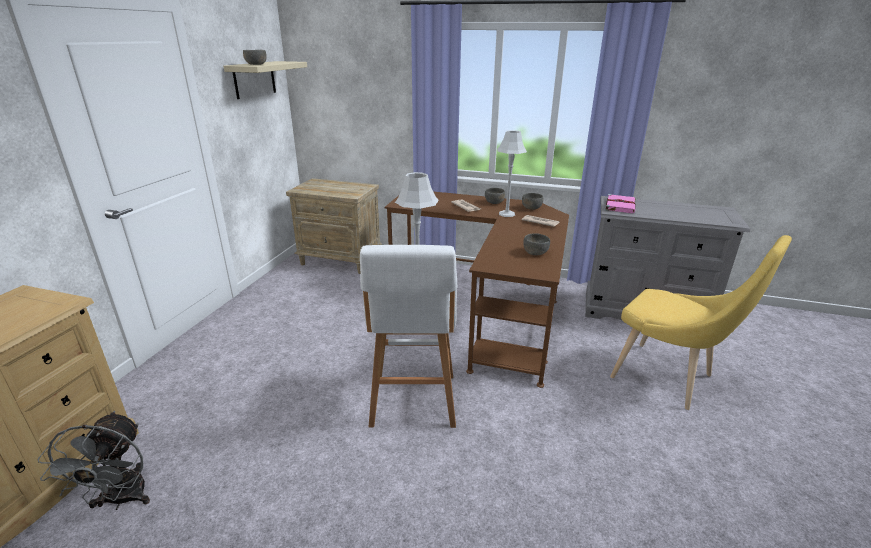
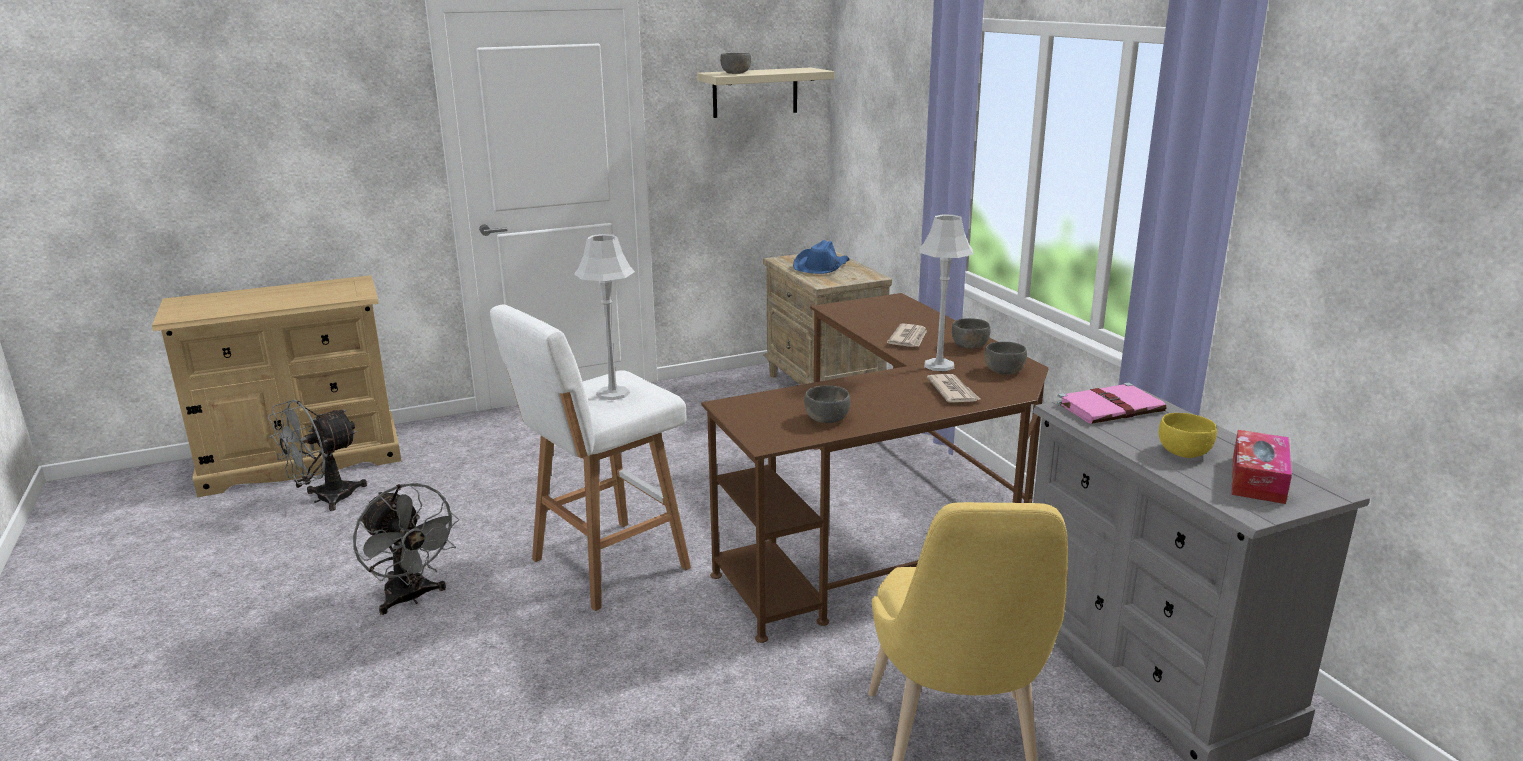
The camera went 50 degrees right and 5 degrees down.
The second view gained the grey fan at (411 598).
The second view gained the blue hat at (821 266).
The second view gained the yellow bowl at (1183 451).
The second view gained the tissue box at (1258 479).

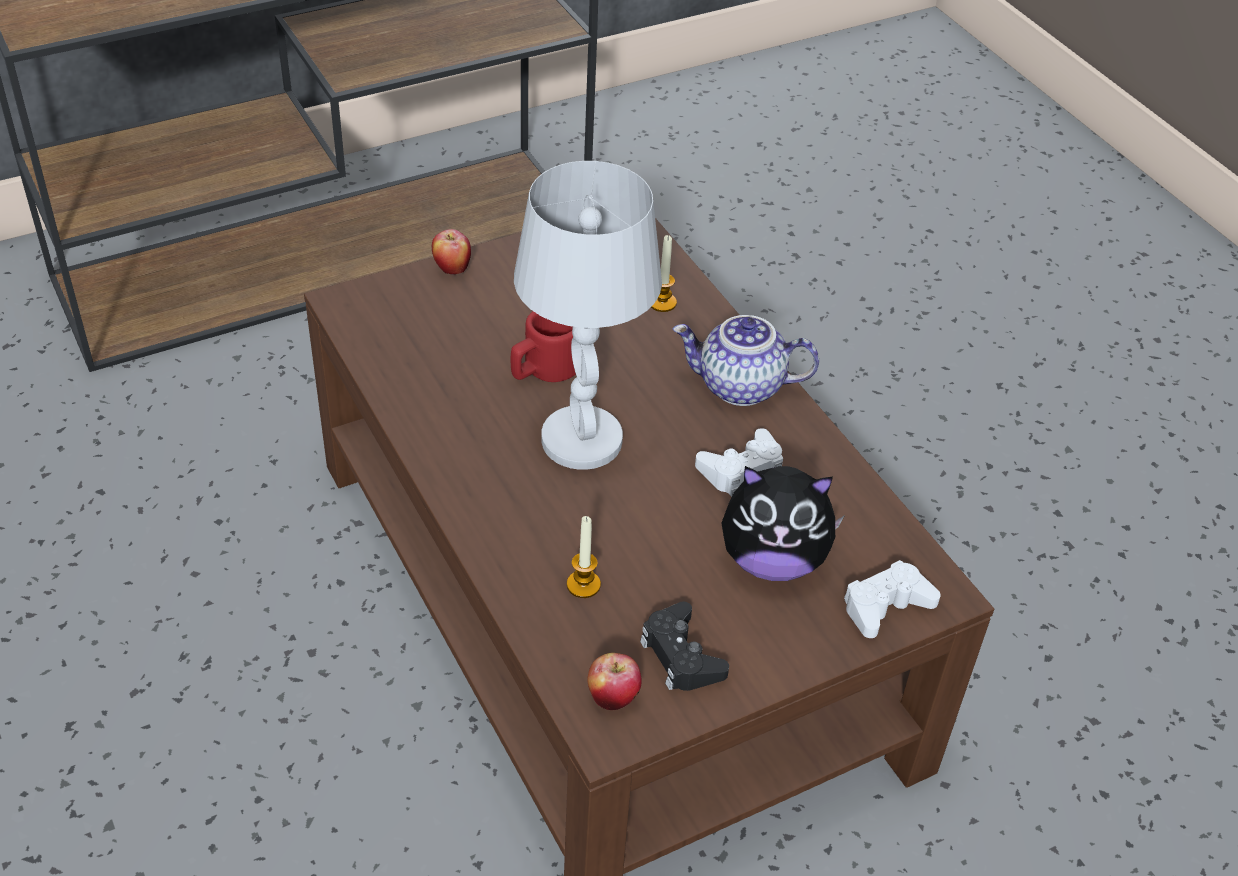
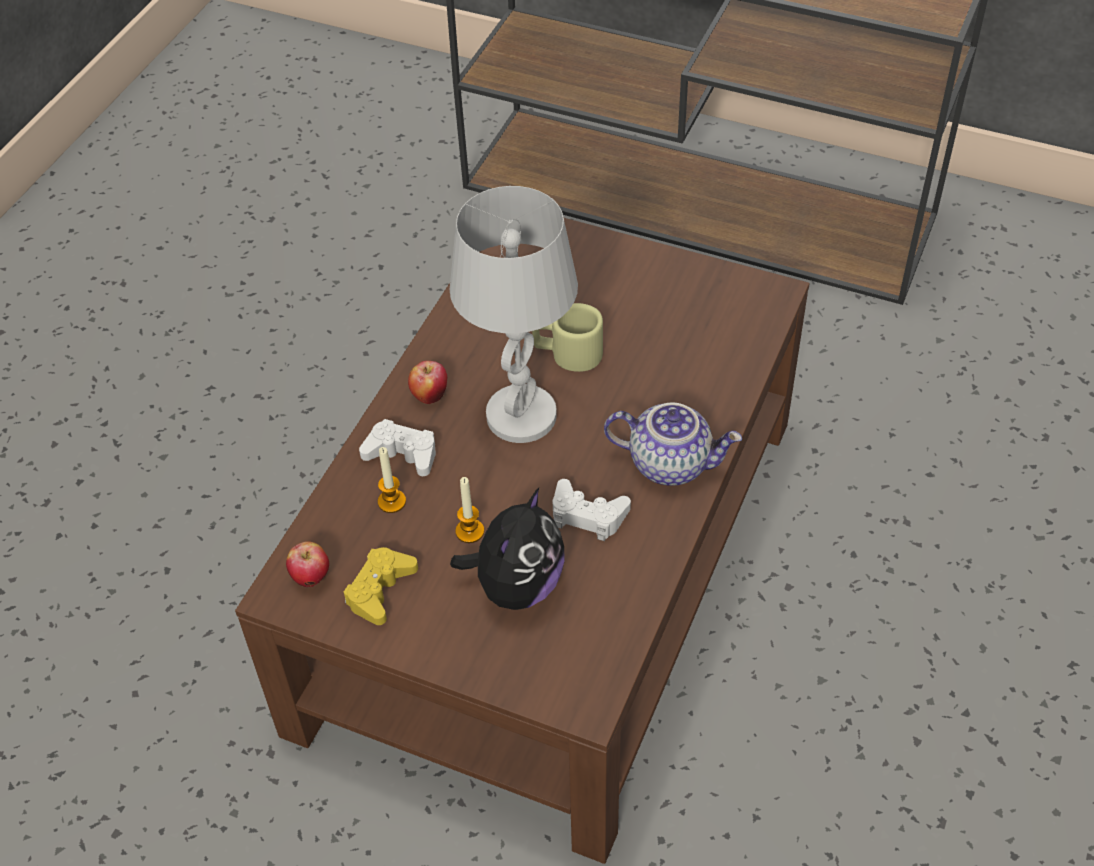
The camera went 55 degrees right and 5 degrees up.
The apple ended up elsewhere, having gone from (451 269) to (429 395).
What was the red mug at (544 369) turned into the beige mug at (567 353).
What was the black game controller at (681 655) turned into the yellow game controller at (380 590).
The candle ended up elsewhere, having gone from (662 303) to (469 531).
The teapot at (739 387) ended up facing another way, 135 degrees clockwise from before.
The plush toy at (772 560) ended up facing another way, 120 degrees counterclockwise from before.
The white game controller ended up elsewhere, having gone from (886 606) to (402 453).

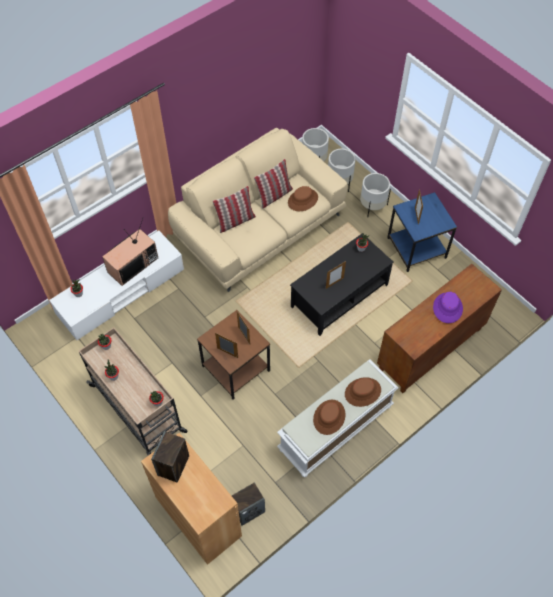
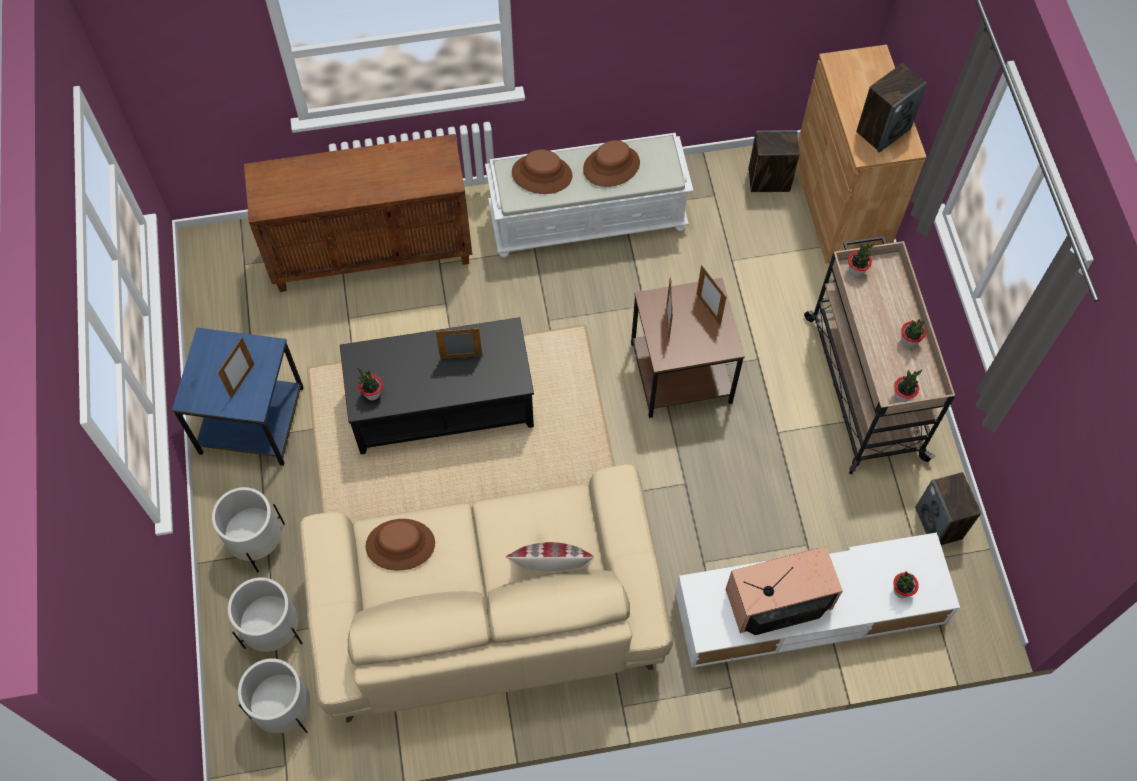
The camera went 150 degrees left and 5 degrees up.
The second view lost the pillow at (274 196).
The second view lost the purple hat at (447 308).
The second view gained the speaker at (939 523).

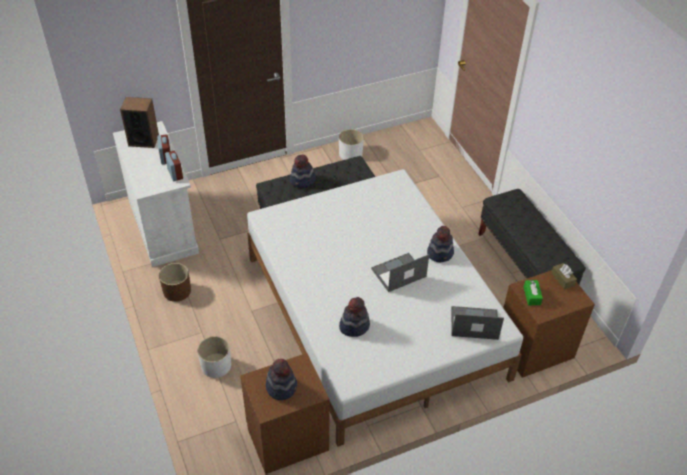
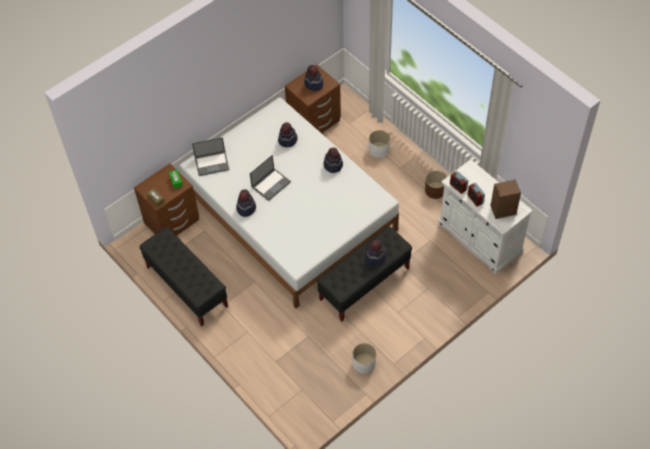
The camera went 165 degrees right and 10 degrees up.
The second view gained the hat at (333 165).

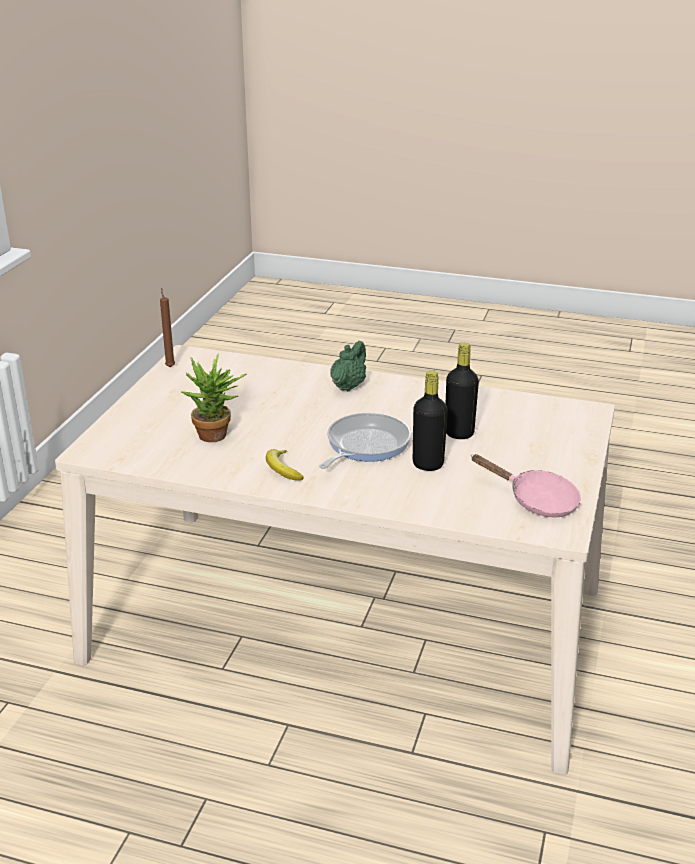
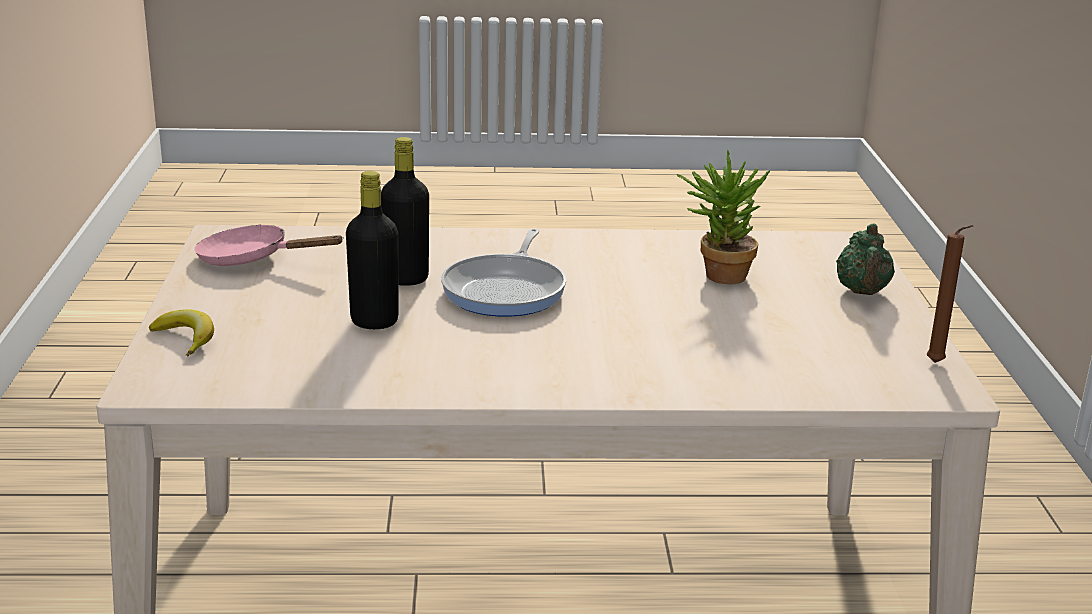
The camera went 160 degrees right and 5 degrees down.
The banana ended up elsewhere, having gone from (282 469) to (186 339).
The green teapot ended up elsewhere, having gone from (348 386) to (862 292).

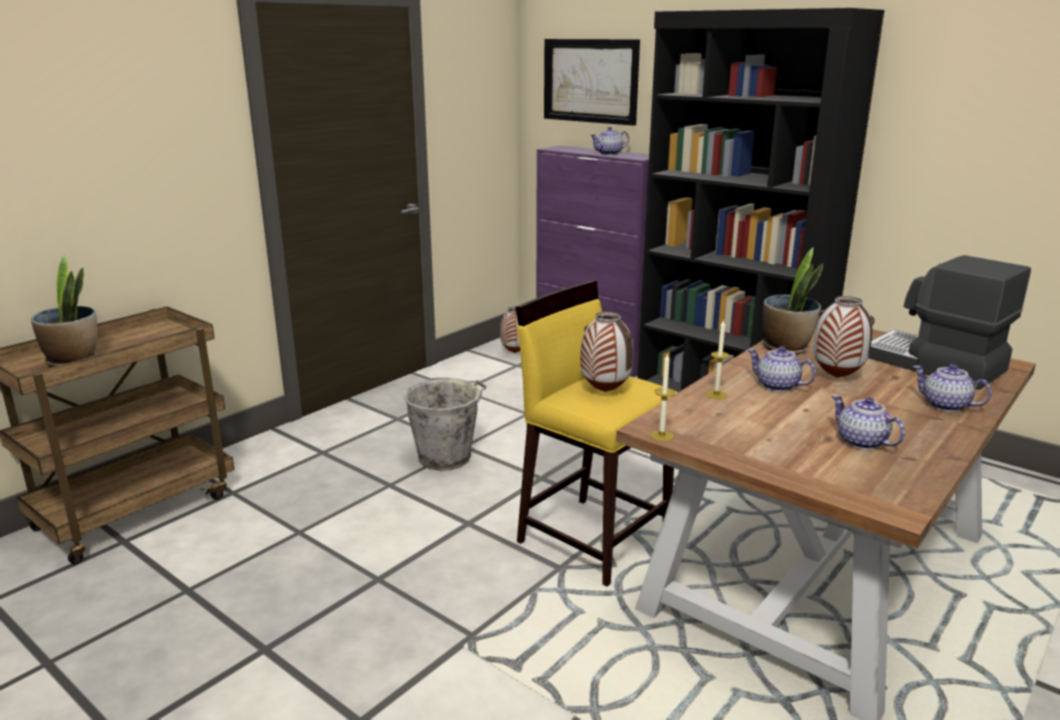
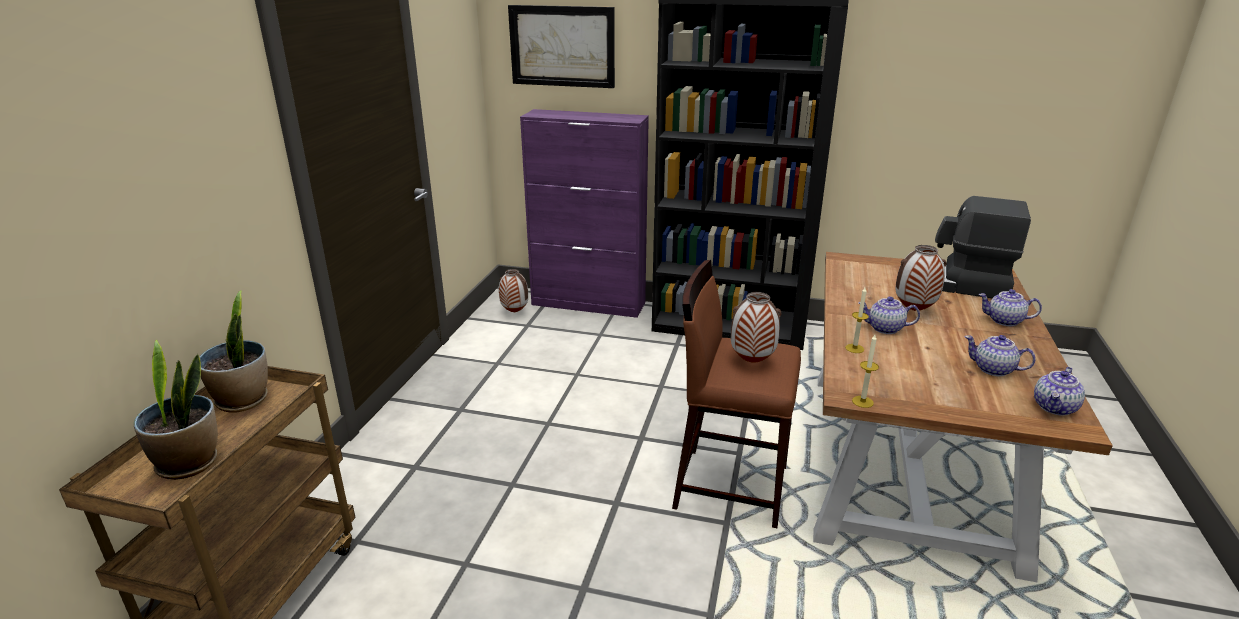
The camera went 25 degrees left and 5 degrees up.
The second view lost the grey bucket at (447 457).
What was the yellow stool at (593 539) turned into the brown stool at (730 486).
The teapot ended up elsewhere, having gone from (609 153) to (1055 408).
The potted plant ended up elsewhere, having gone from (786 348) to (243 400).

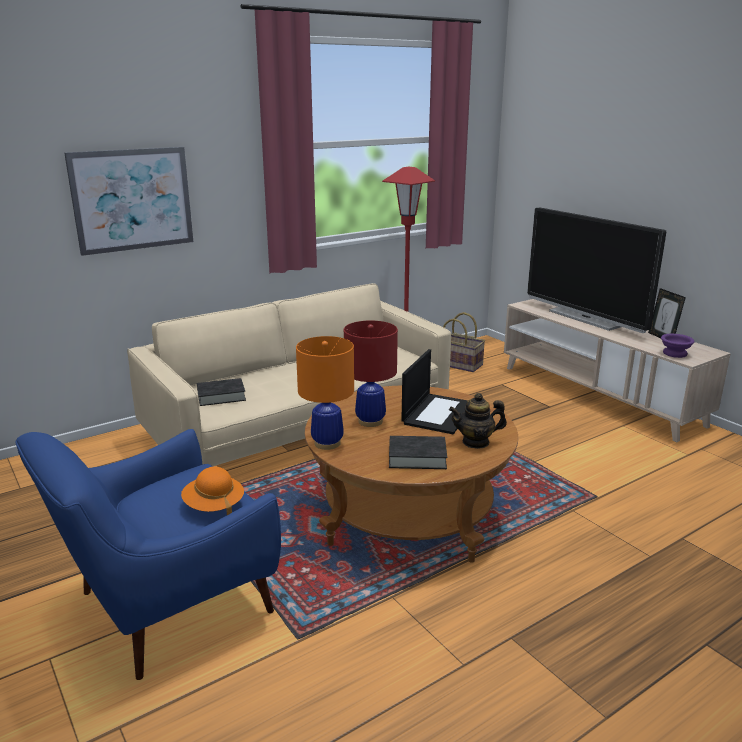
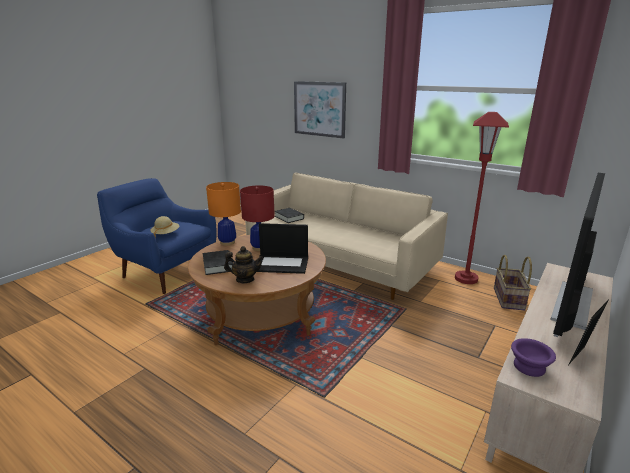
The camera went 70 degrees right and 0 degrees up.
What was the orange hat at (214 505) turned into the beige hat at (165 234).
The teapot at (476 442) ended up facing another way, 120 degrees clockwise from before.

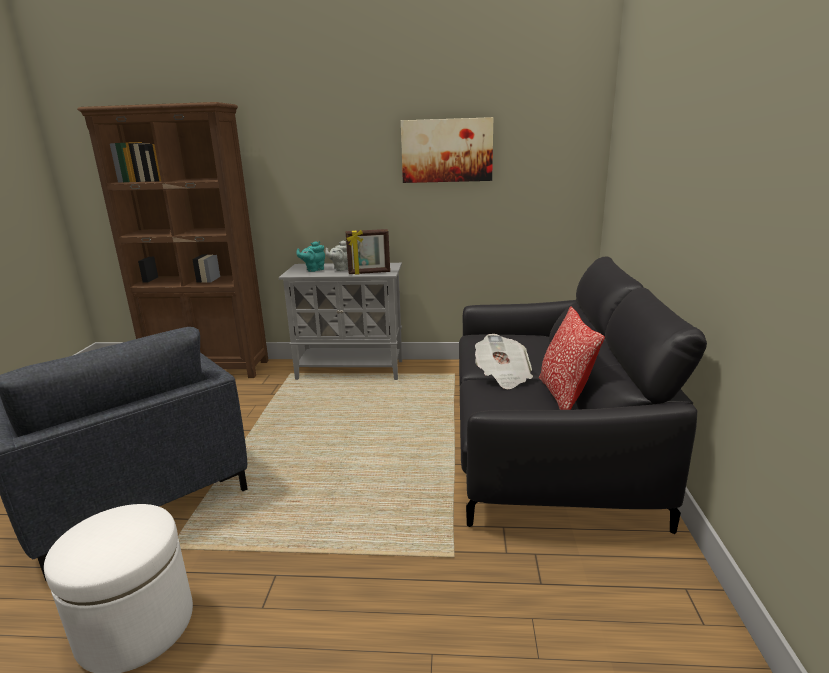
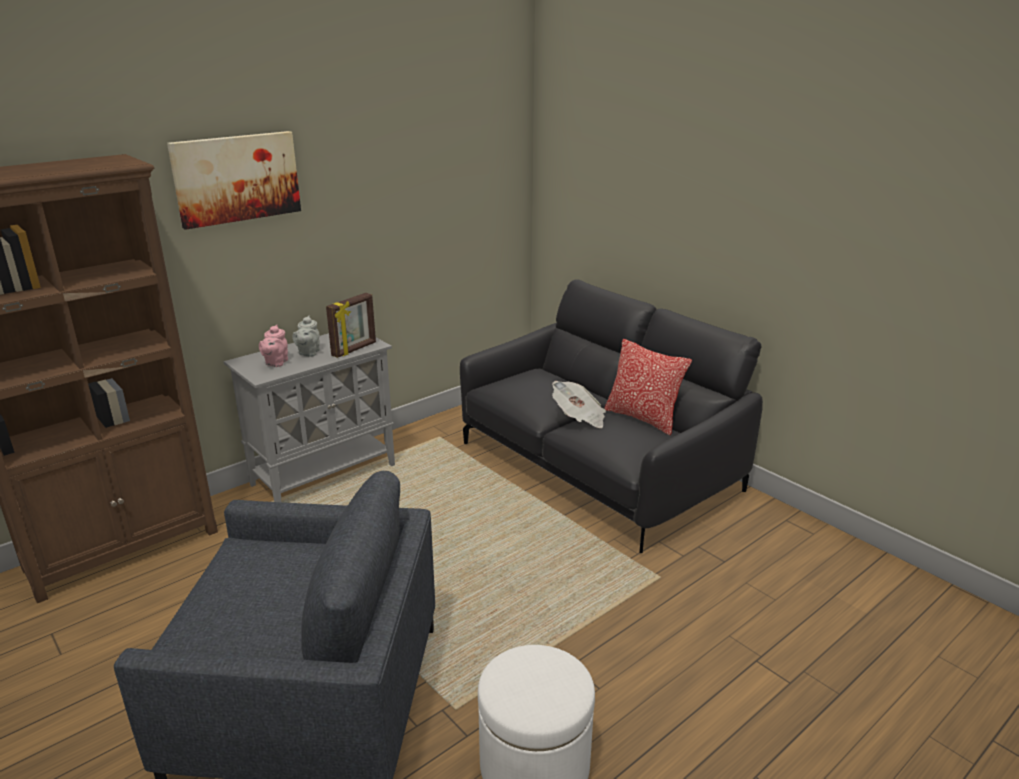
The camera went 45 degrees left and 5 degrees up.
What was the turquoise teapot at (313 270) turned into the pink teapot at (275 363).
The picture ended up elsewhere, having gone from (447 150) to (236 178).

